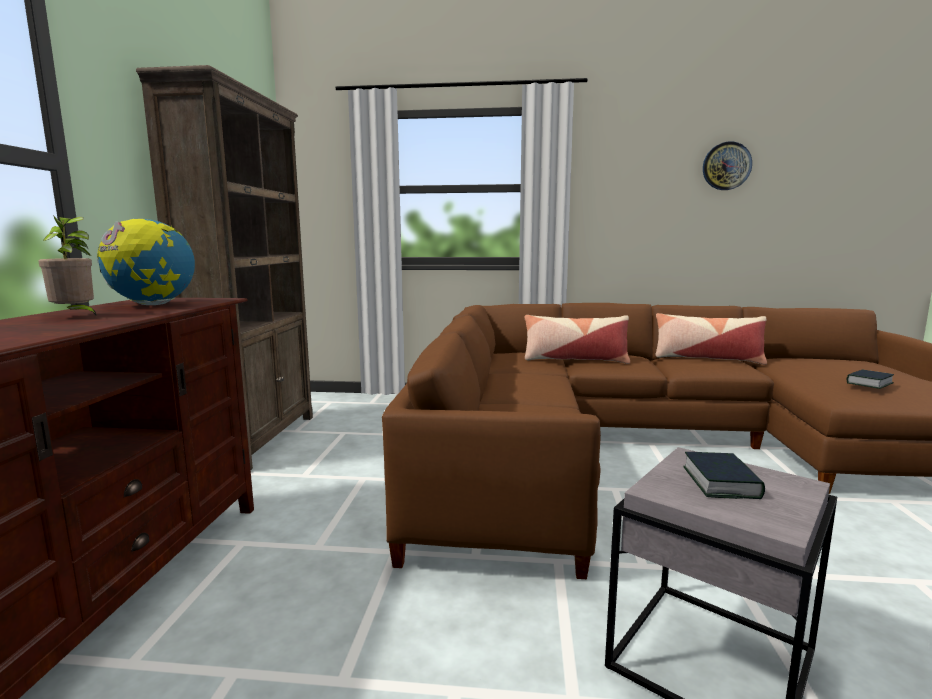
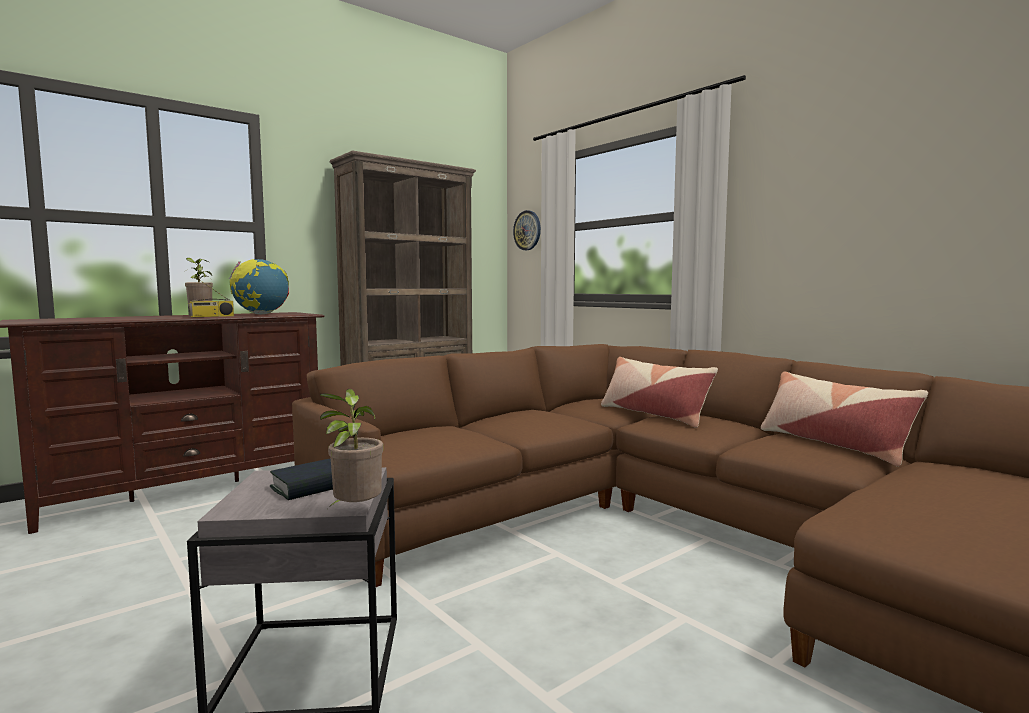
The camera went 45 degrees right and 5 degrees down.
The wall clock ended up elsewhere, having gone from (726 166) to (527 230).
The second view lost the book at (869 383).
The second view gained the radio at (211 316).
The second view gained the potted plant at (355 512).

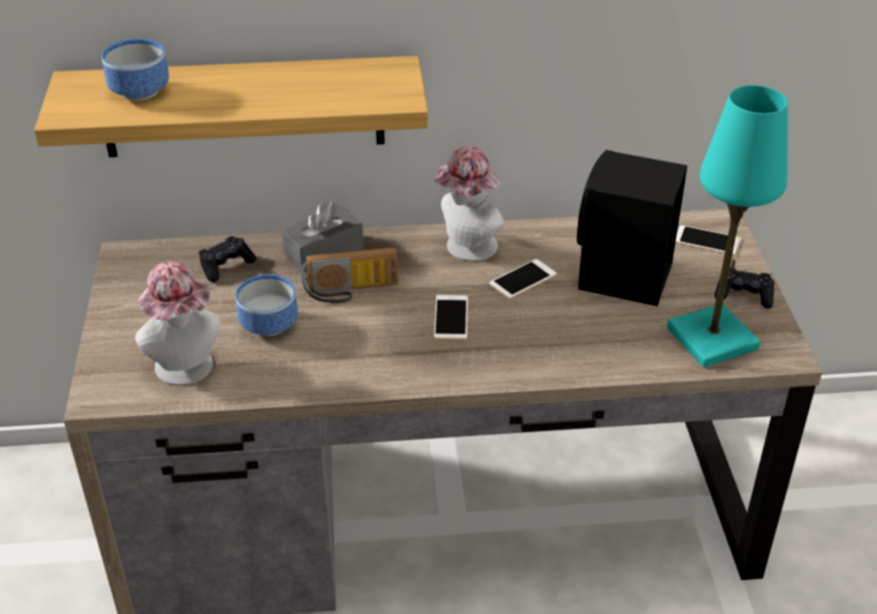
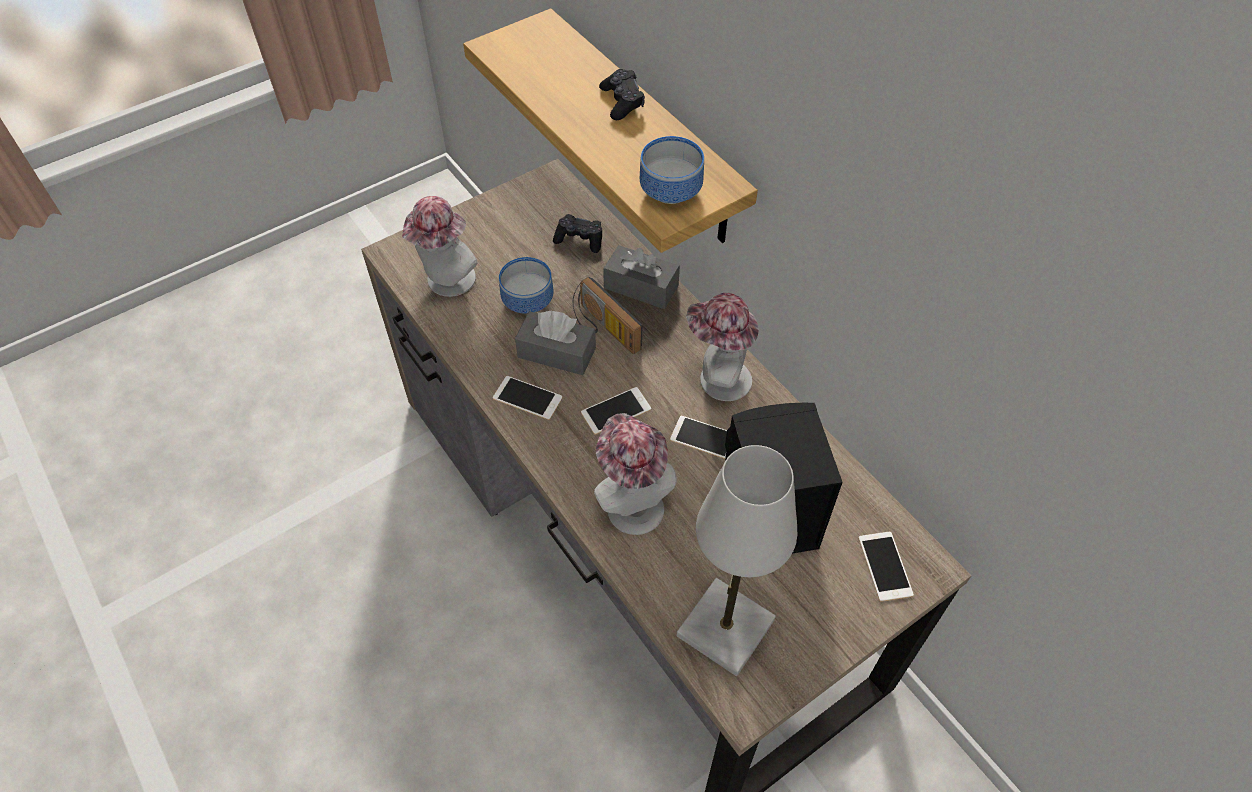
The camera went 60 degrees right and 15 degrees up.
The bowl ended up elsewhere, having gone from (137 92) to (668 190).
What was the turquoise table lamp at (712 339) turned into the white table lamp at (725 628).
The black game controller ended up elsewhere, having gone from (744 295) to (622 101).
The second view gained the phone at (527 398).
The second view gained the grey tissue box at (556 352).
The second view gained the hat at (631 502).

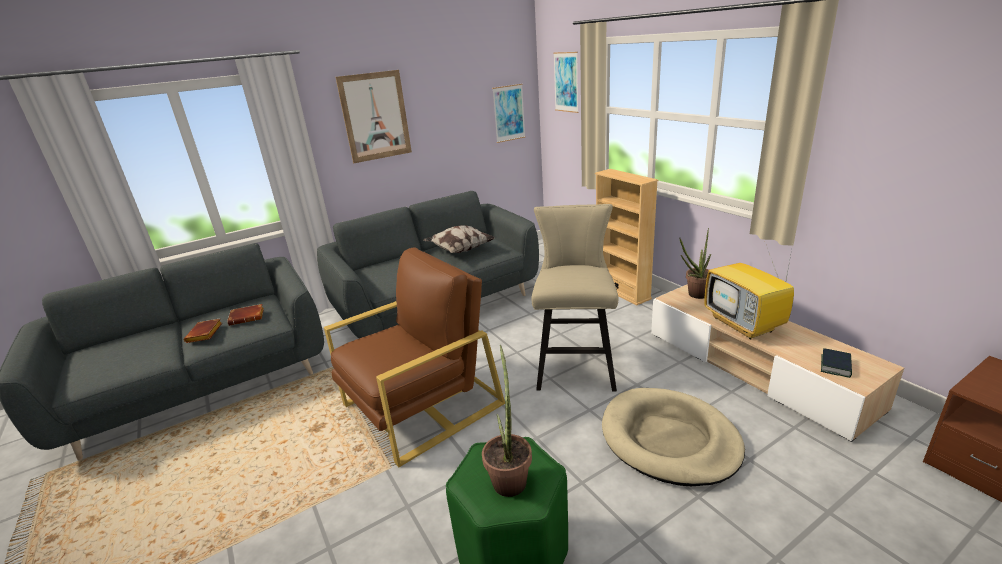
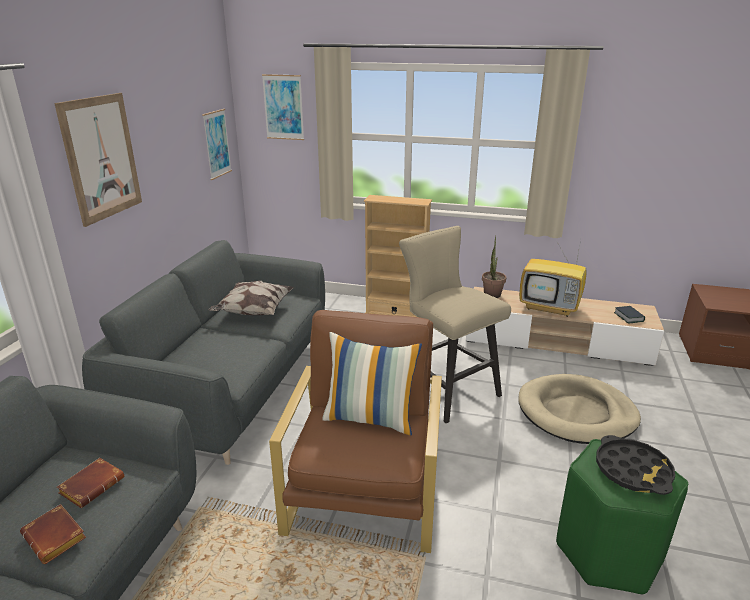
The camera went 45 degrees left and 0 degrees up.
Where the potted plant stood at (509 477), the black tray came to stand at (632 471).
The second view gained the pillow at (370 418).

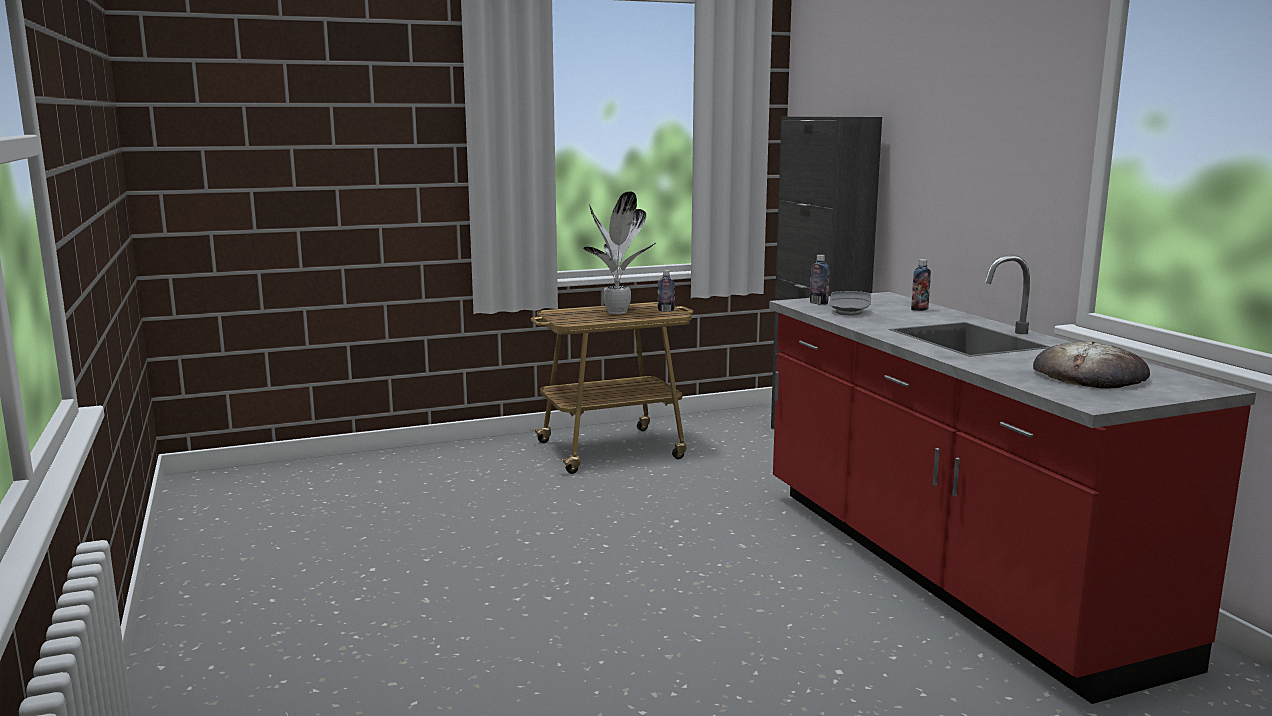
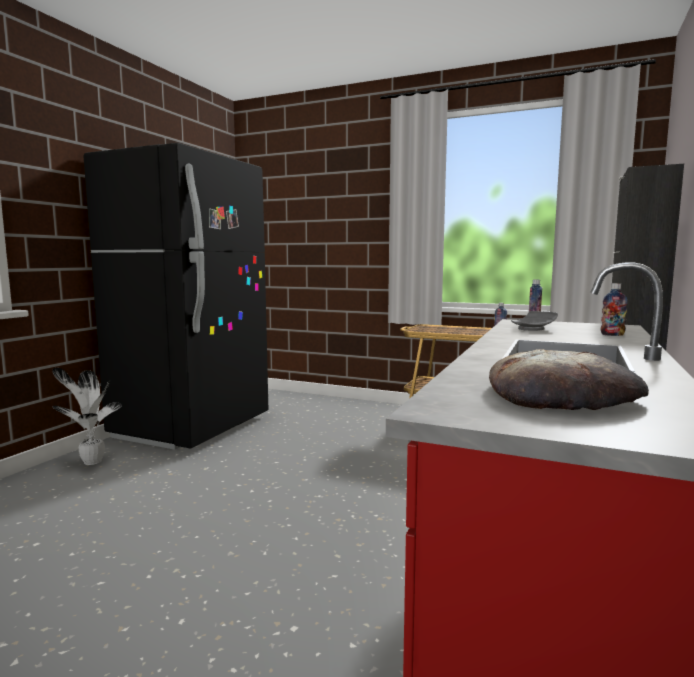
The camera went 45 degrees right and 5 degrees down.
The potted plant ended up elsewhere, having gone from (617 312) to (91 462).
The second view gained the black fridge at (192 427).

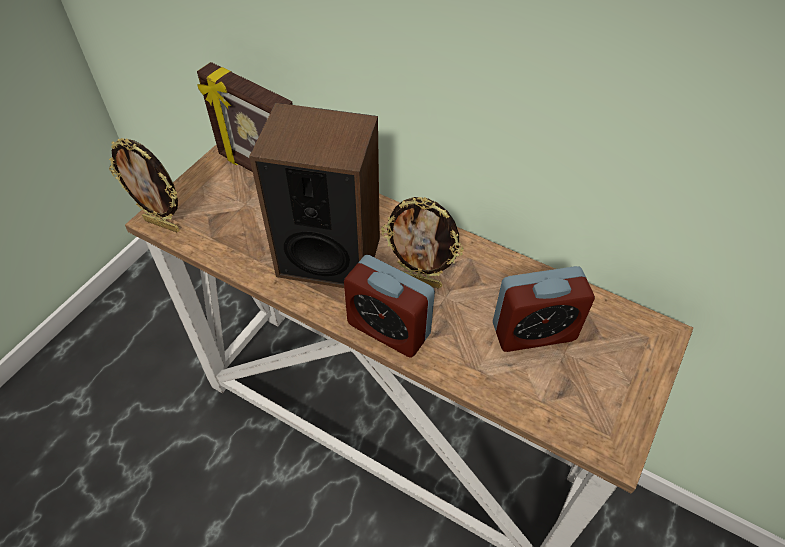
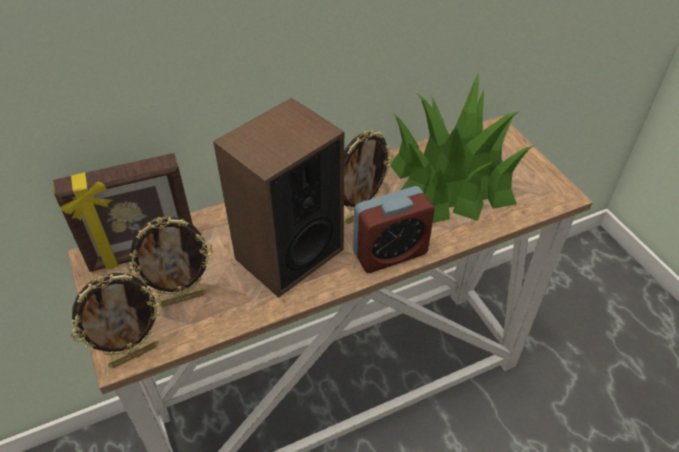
The camera went 55 degrees left and 5 degrees down.
Where the alarm clock stood at (533 332), the potted plant came to stand at (452 182).
The second view gained the picture frame at (183 298).

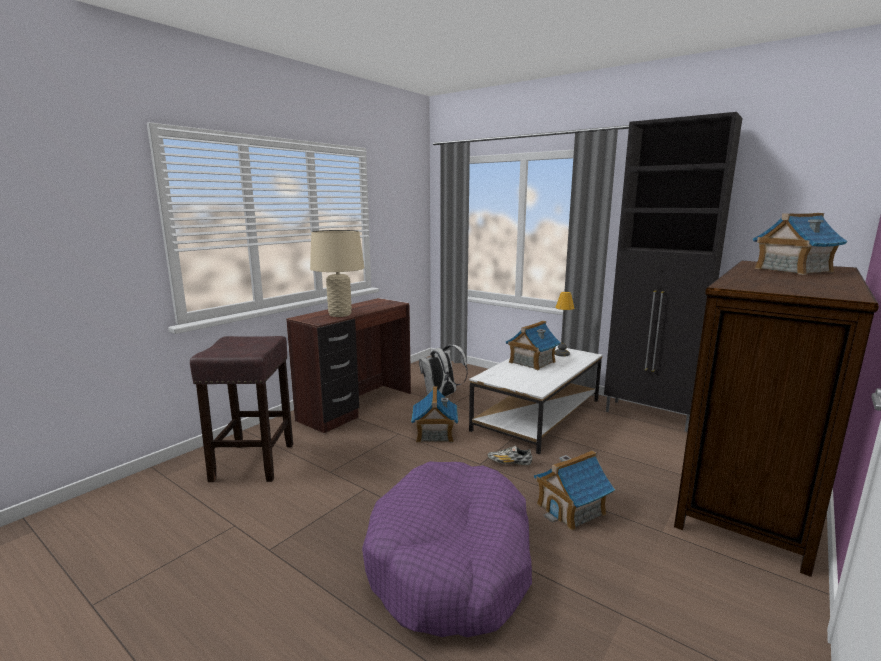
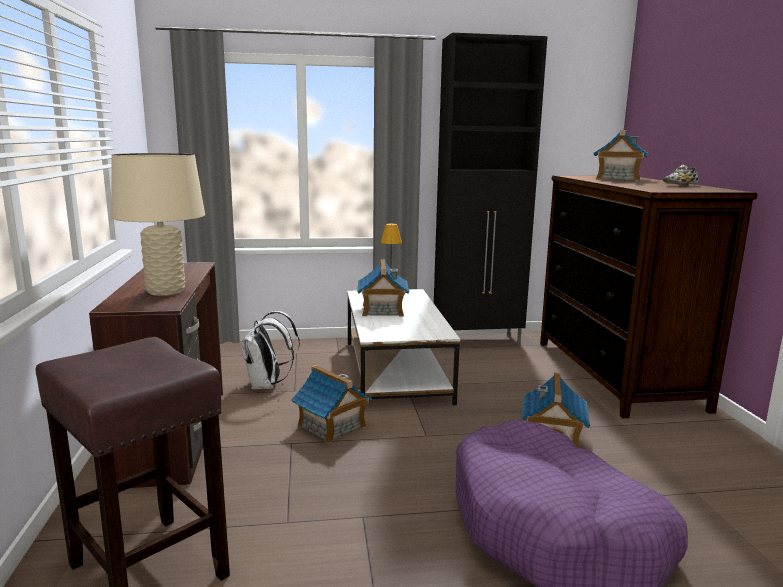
The camera went 45 degrees left and 0 degrees up.
The shoe ended up elsewhere, having gone from (509 463) to (680 186).

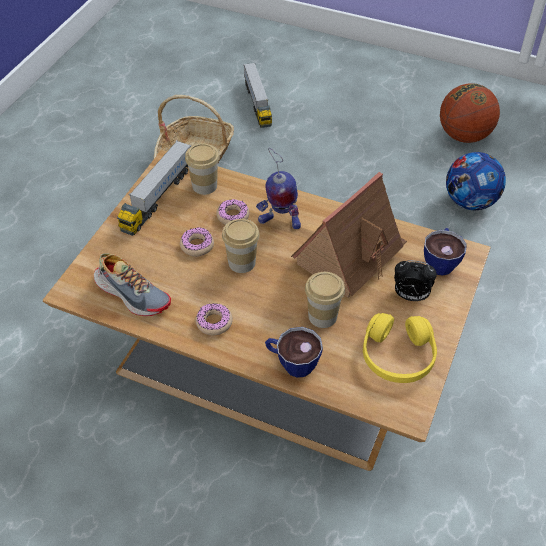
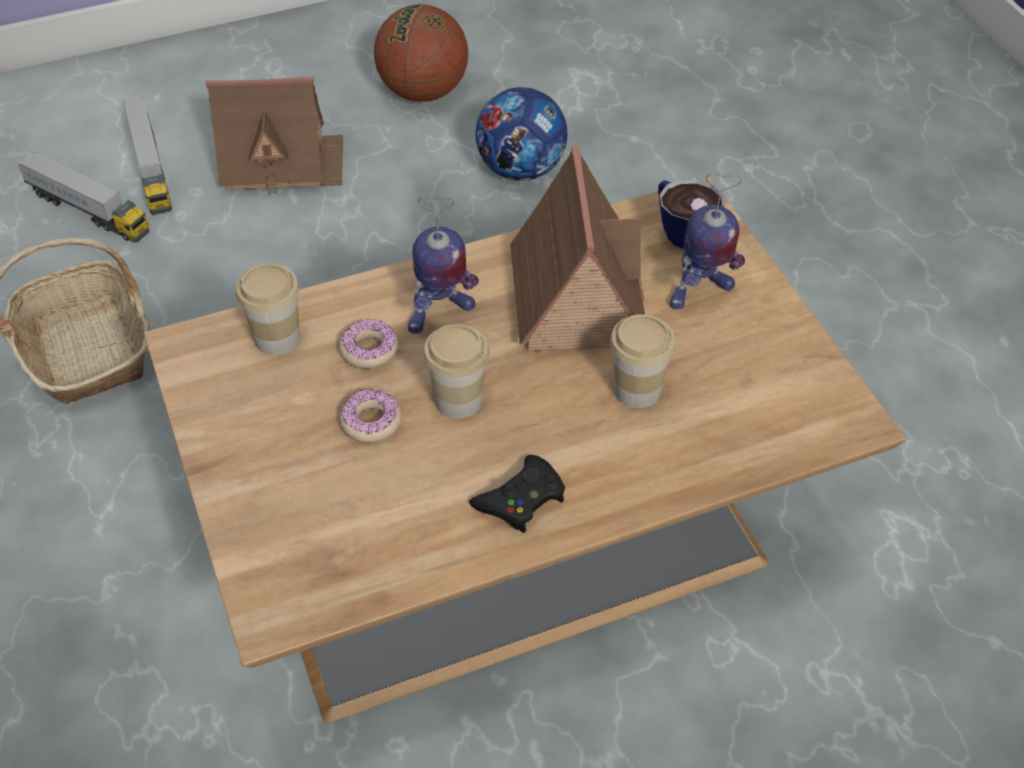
The camera went 45 degrees left and 0 degrees up.
The second view lost the shoe at (132 293).
The toy truck ended up elsewhere, having gone from (157 198) to (151 169).
Where the donut stood at (214 322), the black game controller came to stand at (521 499).
The second view lost the cup at (292 363).
The second view lost the yellow headphones at (397 356).
Where the alarm clock stood at (410 296), the toy robot came to stand at (699 293).
The second view gained the toy house at (282 163).

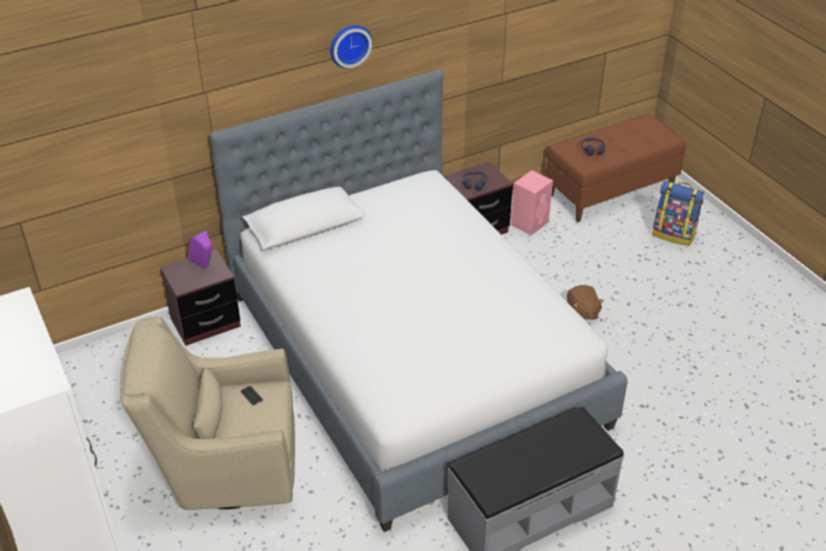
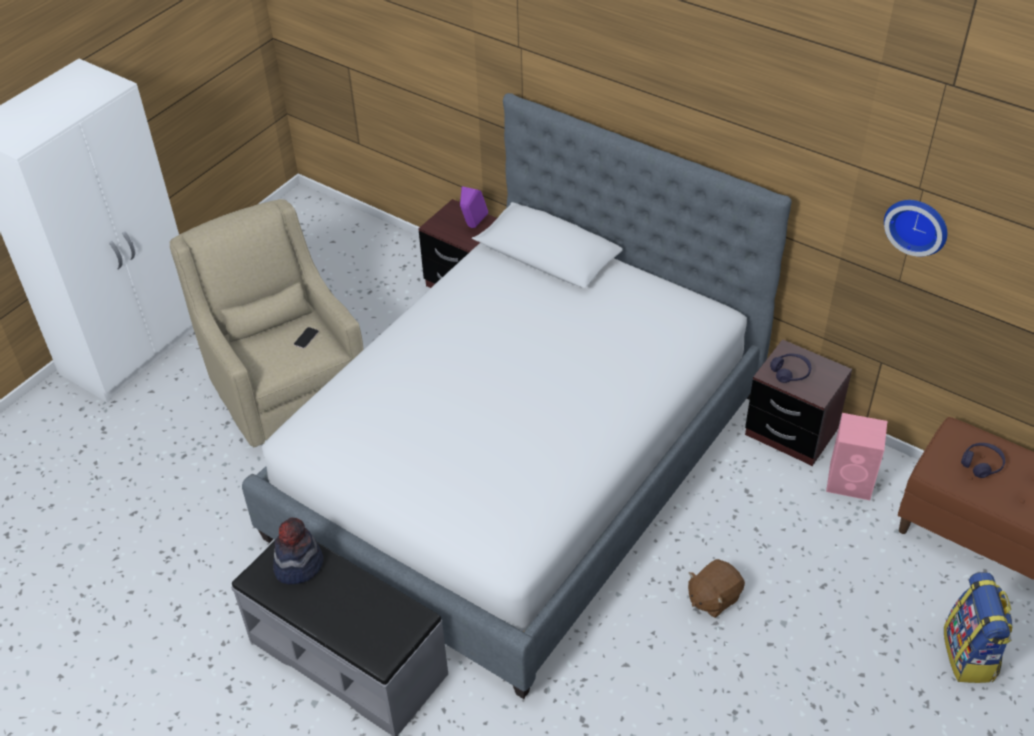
The camera went 65 degrees right and 5 degrees up.
The wall clock ended up elsewhere, having gone from (349 44) to (917 224).
The second view gained the hat at (298 565).

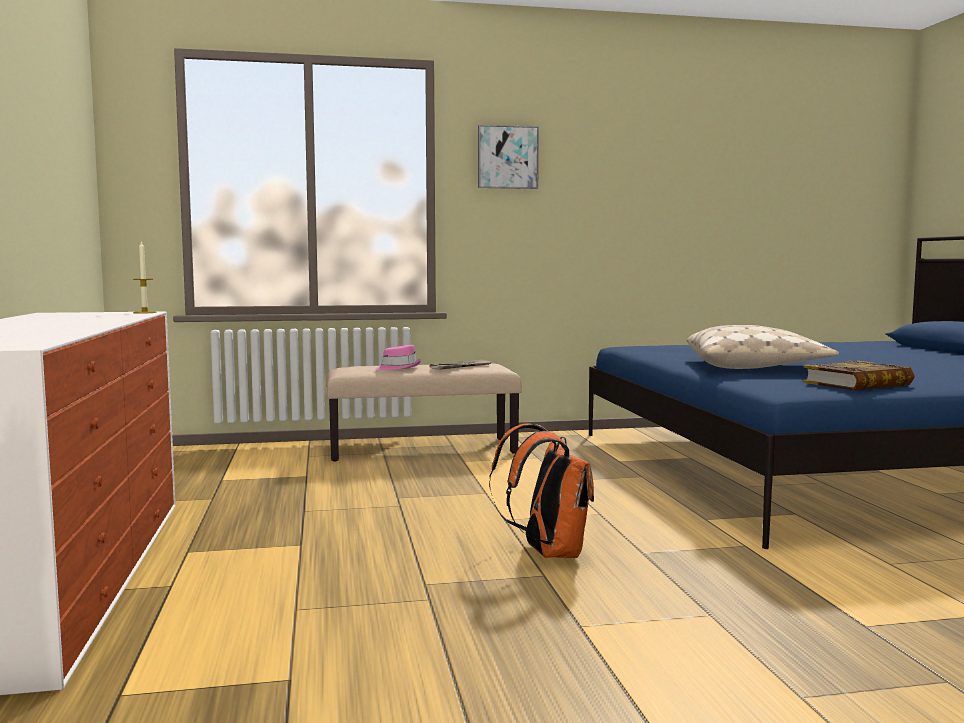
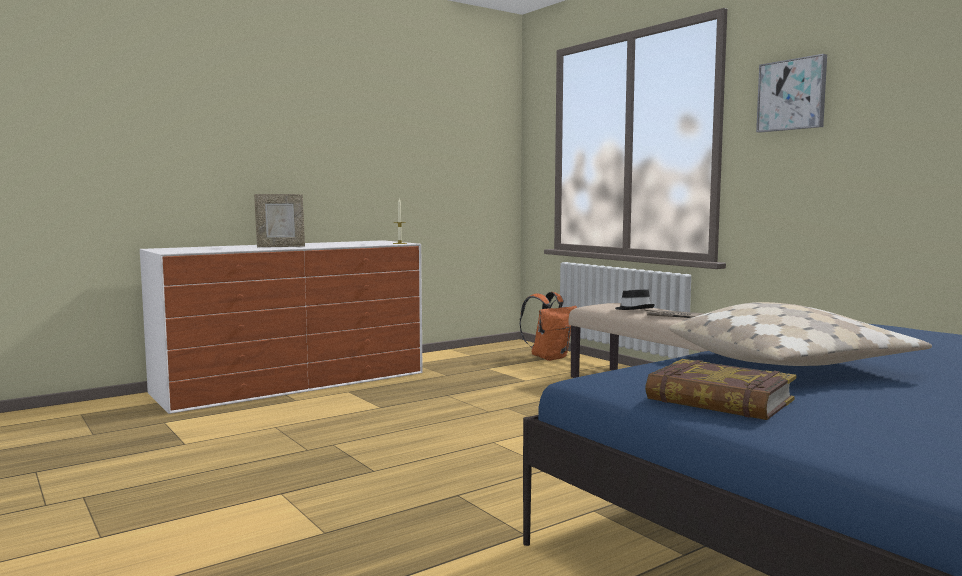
The camera went 65 degrees right and 0 degrees up.
What was the pink hat at (399 368) turned into the black hat at (634 309).
The orange backpack ended up elsewhere, having gone from (547 553) to (549 357).
The second view gained the picture frame at (281 246).

